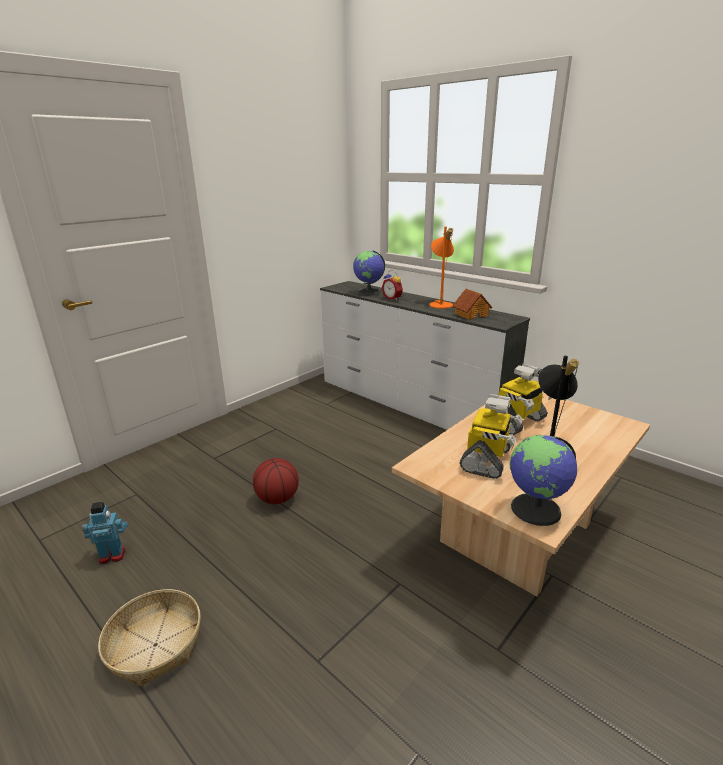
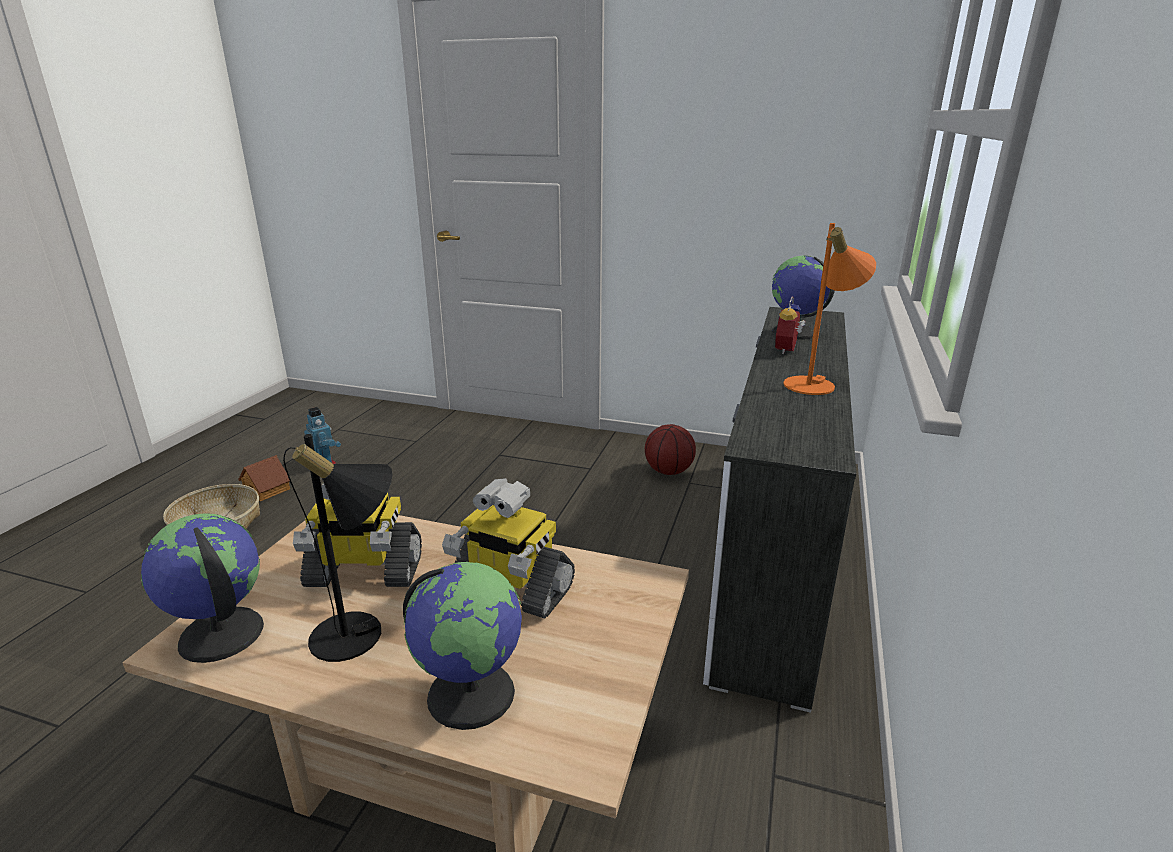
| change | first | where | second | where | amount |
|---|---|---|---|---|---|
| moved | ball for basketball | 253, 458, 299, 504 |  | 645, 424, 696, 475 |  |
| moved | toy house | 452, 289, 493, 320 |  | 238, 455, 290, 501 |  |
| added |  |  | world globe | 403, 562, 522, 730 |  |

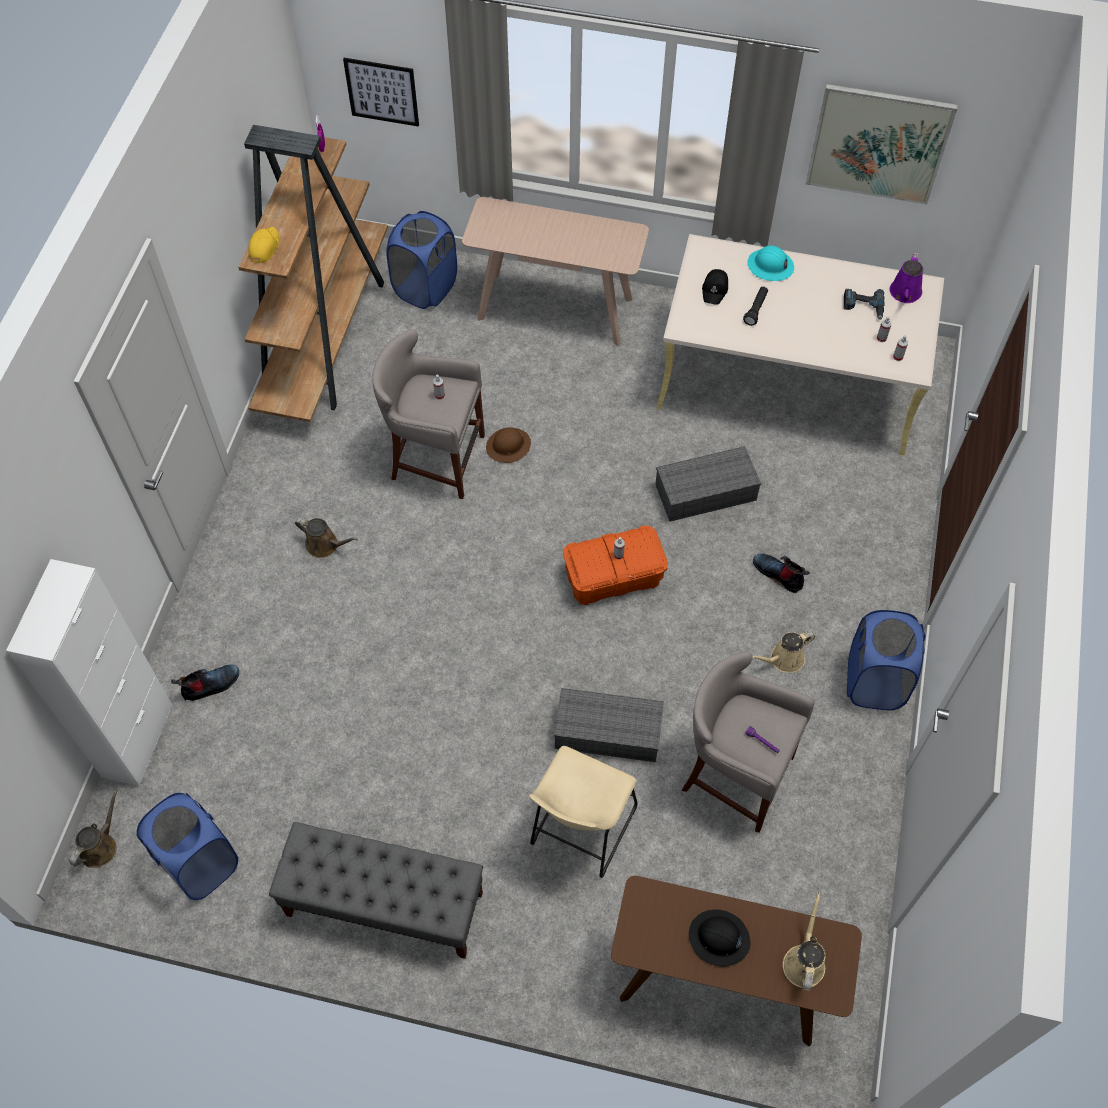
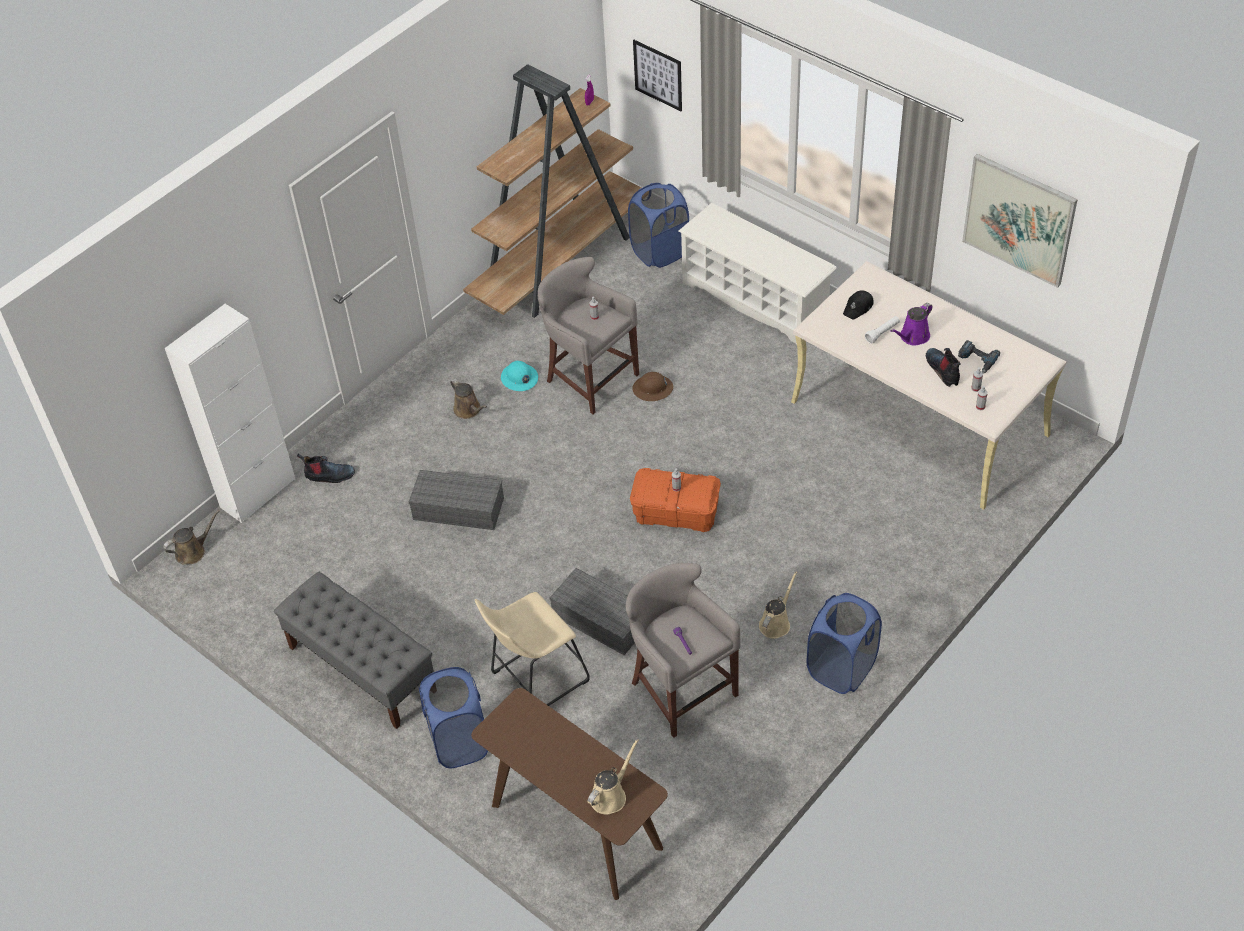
| change | first | where | second | where | amount |
|---|---|---|---|---|---|
| moved | hamper in bluish | 136, 793, 238, 900 |  | 419, 667, 488, 768 |  |
| removed | cap in yellowish | 249, 227, 279, 263 |  |  |  |
| replaced | narrow table in sand-coloured | 462, 197, 649, 346 | shoe rack in white | 679, 203, 837, 345 |  |
| moved | storage bin in grey | 655, 446, 761, 522 |  | 409, 470, 504, 530 |  |
| removed | work helmet in black | 689, 910, 750, 967 |  |  |  |
| recoloured | torch in black | 743, 287, 768, 326 | torch in white | 865, 316, 900, 344 |  |
| moved | work helmet in turquoise | 748, 246, 794, 281 |  | 501, 361, 538, 391 |  |
| turned | watering can in sand-coloured | 752, 631, 815, 673 |  | 759, 571, 797, 639 | 120 degrees clockwise |
| moved | tall boot | 753, 553, 810, 593 |  | 926, 348, 961, 387 |  |
| moved | watering can in purple | 890, 253, 923, 303 |  | 891, 303, 933, 346 |  |

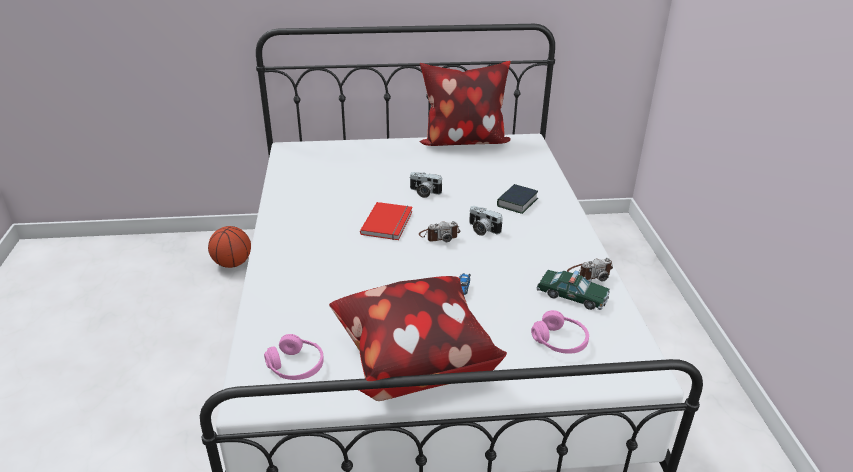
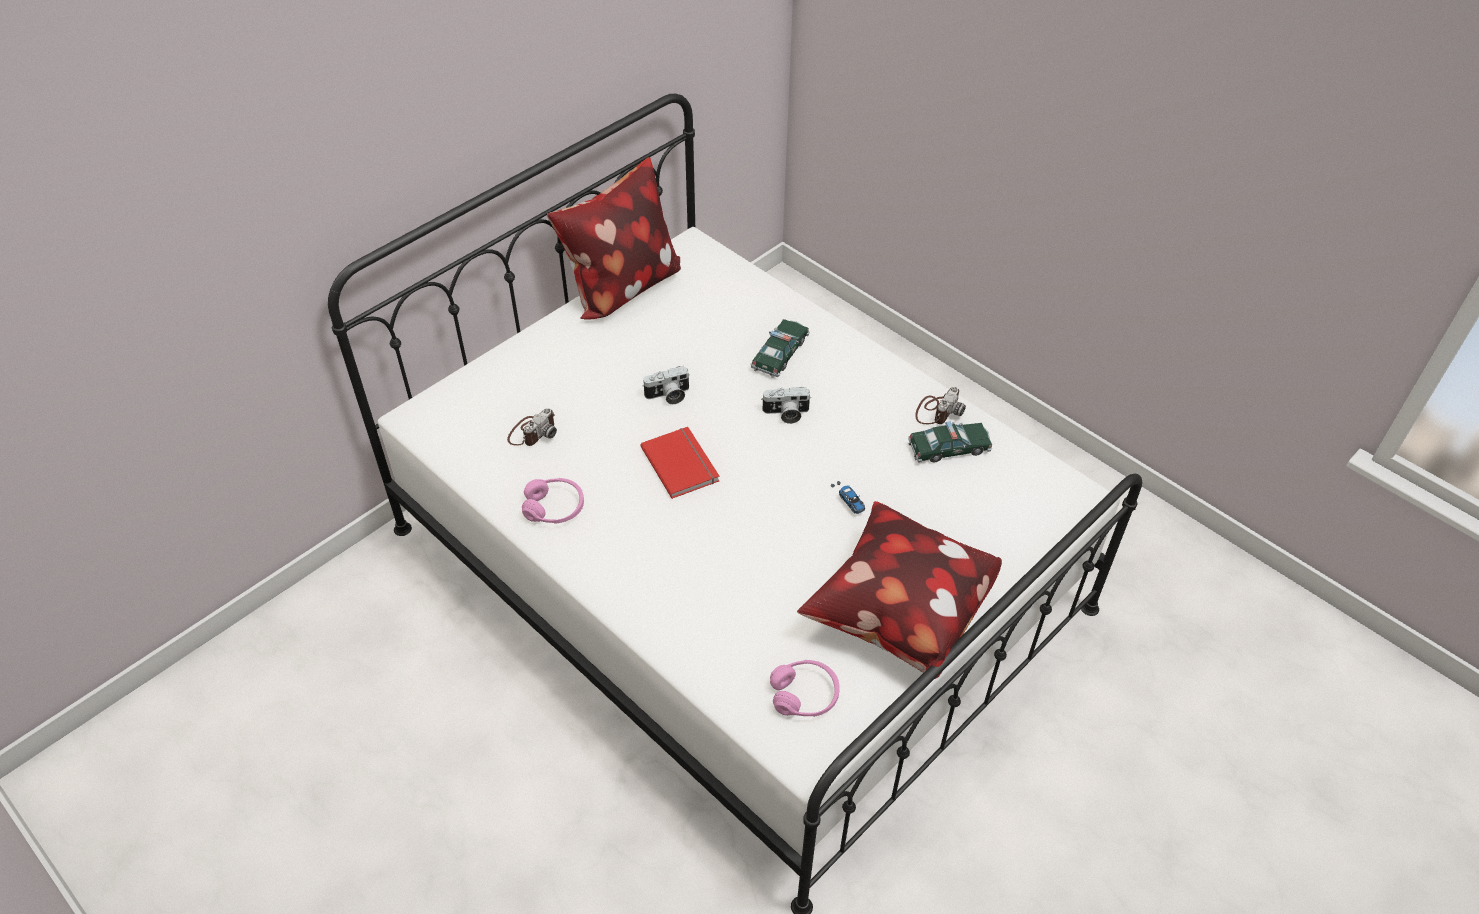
| change | first | where | second | where | amount |
|---|---|---|---|---|---|
| removed | ball for basketball | 208, 226, 251, 268 |  |  |  |
| moved | still camera | 419, 221, 460, 242 |  | 507, 408, 557, 446 |  |
| replaced | book | 497, 184, 538, 214 | miniature car | 750, 319, 810, 378 |  |
| moved | headphones in pinkish | 531, 310, 589, 354 |  | 522, 478, 584, 524 |  |

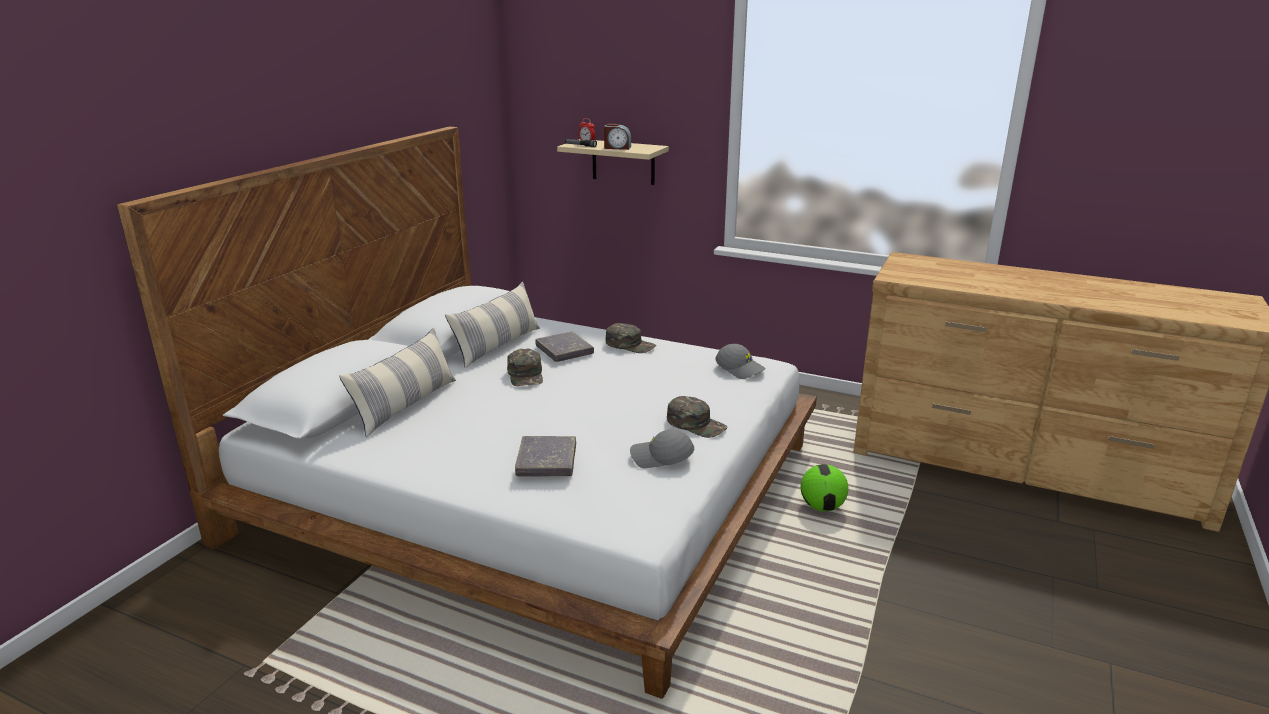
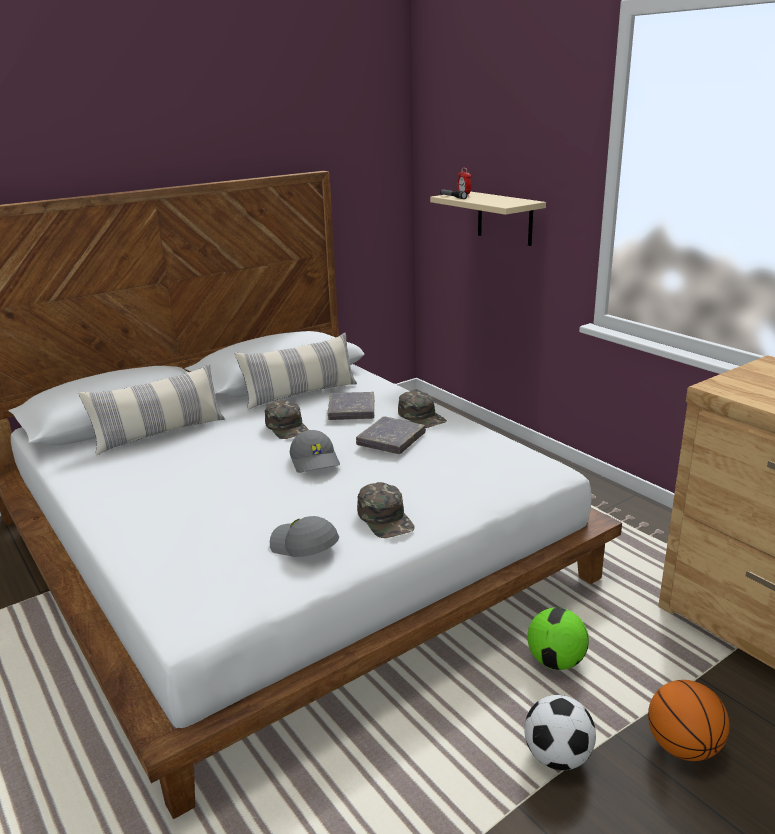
| change | first | where | second | where | amount |
|---|---|---|---|---|---|
| turned | cap in green-coloured | 507, 348, 543, 386 |  | 265, 400, 309, 439 | 45 degrees counterclockwise |
| moved | book in grey | 515, 436, 576, 476 |  | 356, 416, 426, 454 |  |
| removed | alarm clock | 604, 124, 631, 150 |  |  |  |
| moved | cap in grey | 715, 344, 766, 379 |  | 290, 430, 340, 473 |  |
| added |  |  | football ball | 524, 695, 596, 770 |  |
| added |  |  | ball for basketball | 648, 680, 729, 761 |  |

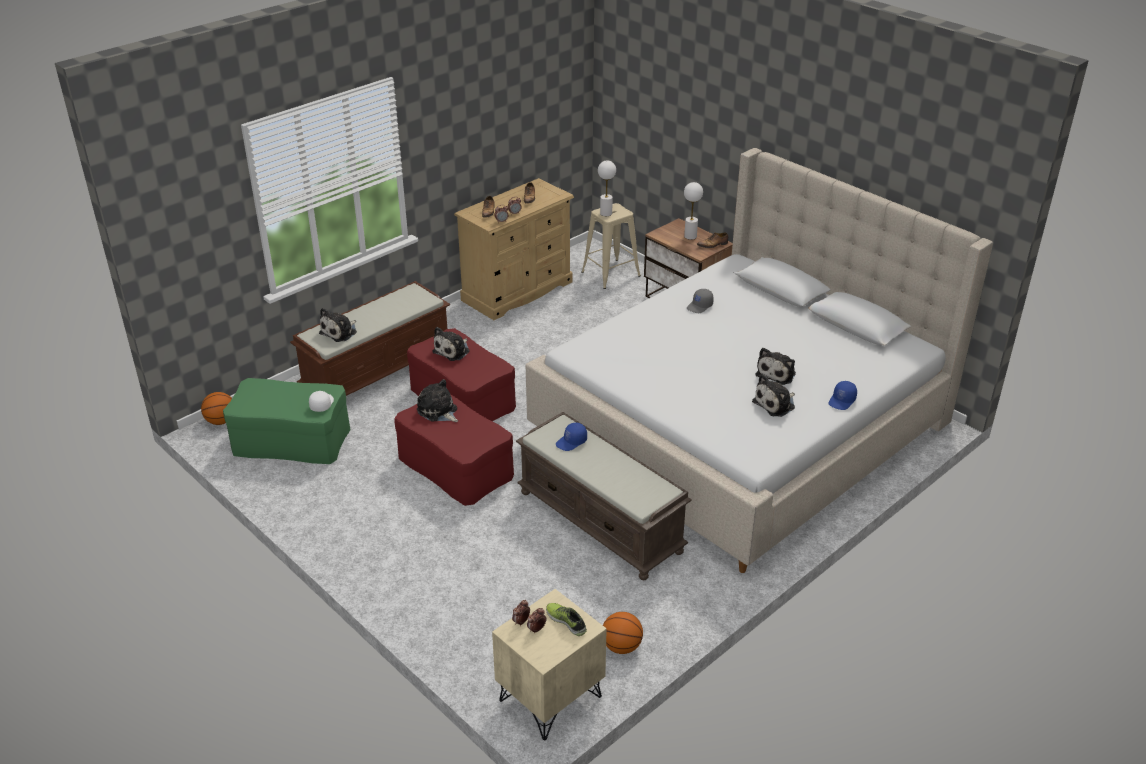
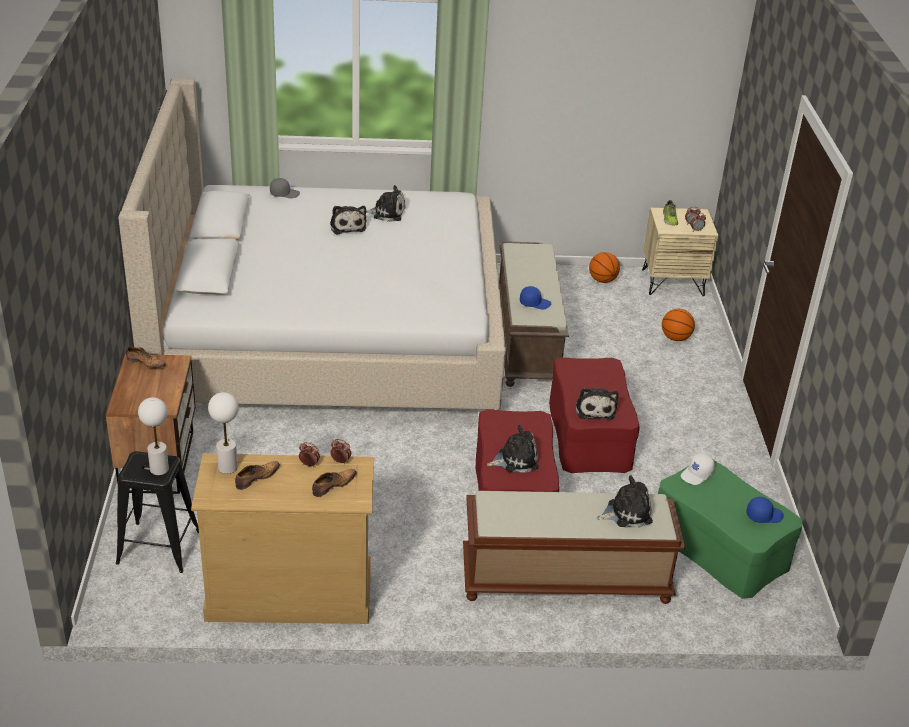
| change | first | where | second | where | amount |
|---|---|---|---|---|---|
| moved | ball for basketball | 201, 392, 232, 425 |  | 662, 309, 695, 341 |  |
| recoloured | stool seat in sand-coloured | 581, 203, 641, 289 | stool seat in black | 116, 451, 199, 573 |  |
| moved | table lamp in white | 684, 182, 703, 240 |  | 208, 392, 239, 474 |  |
| moved | cap in grey | 687, 289, 714, 313 |  | 270, 178, 300, 198 |  |
| turned | plush toy | 756, 348, 796, 385 |  | 330, 206, 366, 235 | 90 degrees clockwise |
| moved | cap in bluish | 828, 381, 857, 410 |  | 746, 497, 784, 523 |  |

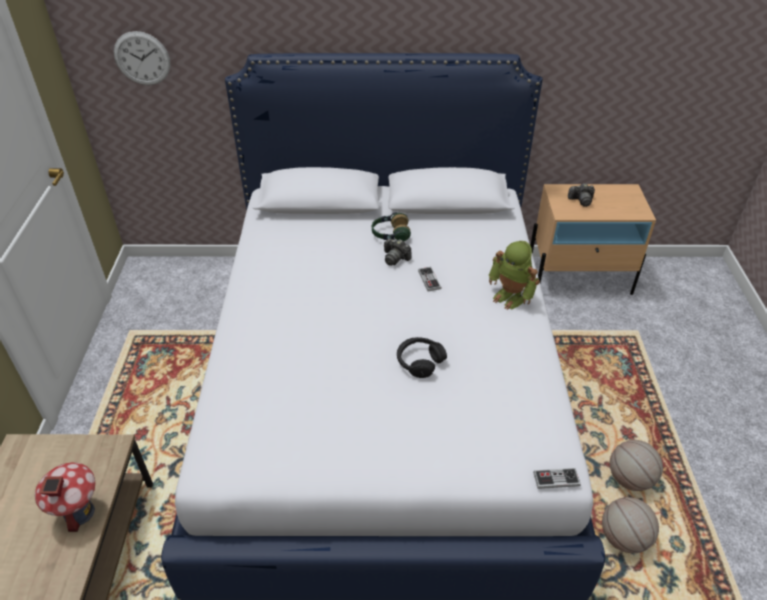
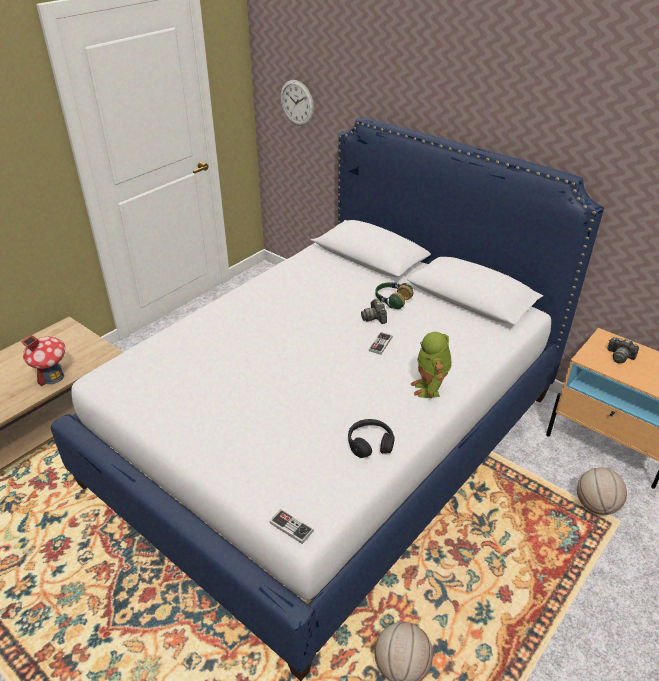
| change | first | where | second | where | amount |
|---|---|---|---|---|---|
| moved | headphones in black | 397, 337, 447, 378 |  | 348, 419, 394, 458 |  |
| moved | ball for basketball | 610, 440, 663, 491 |  | 577, 467, 627, 515 |  |

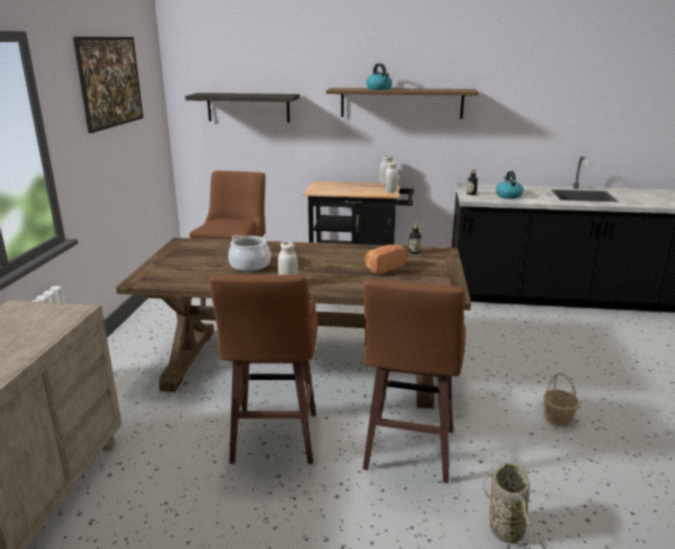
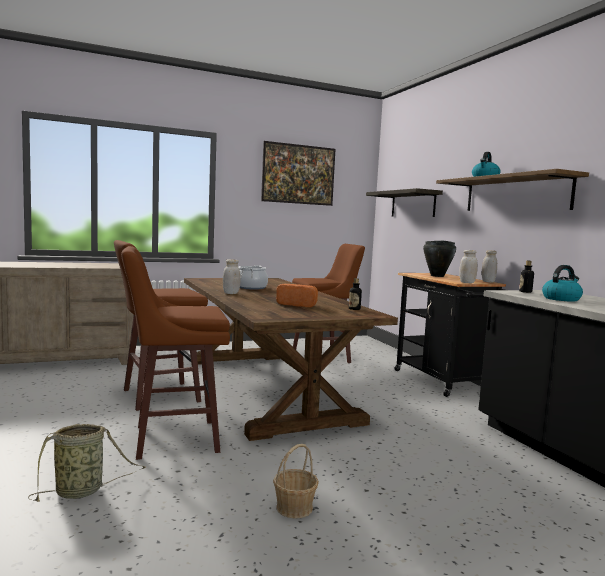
| change | first | where | second | where | amount |
|---|---|---|---|---|---|
| added |  |  | stockpot in black | 423, 241, 456, 277 |  |

